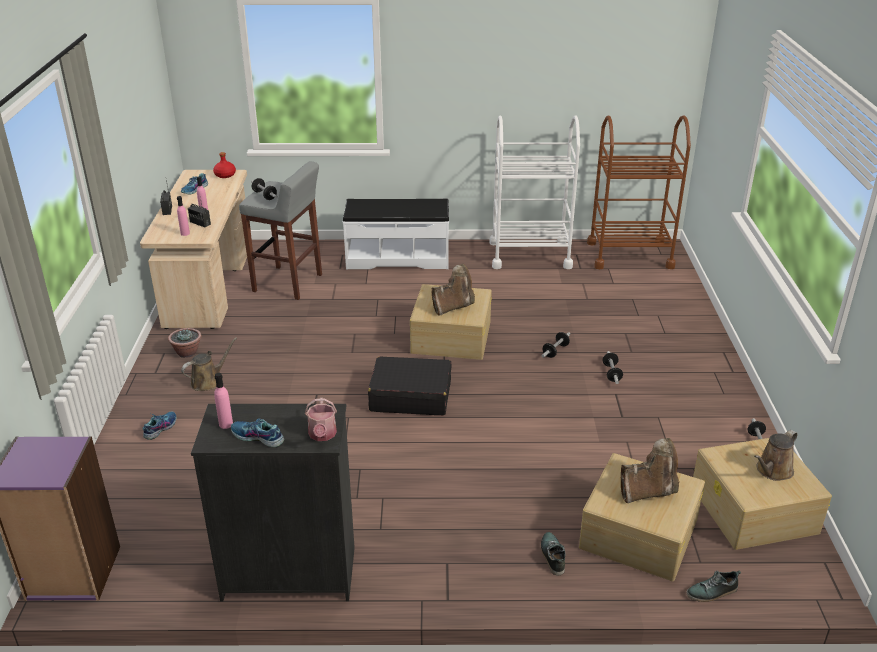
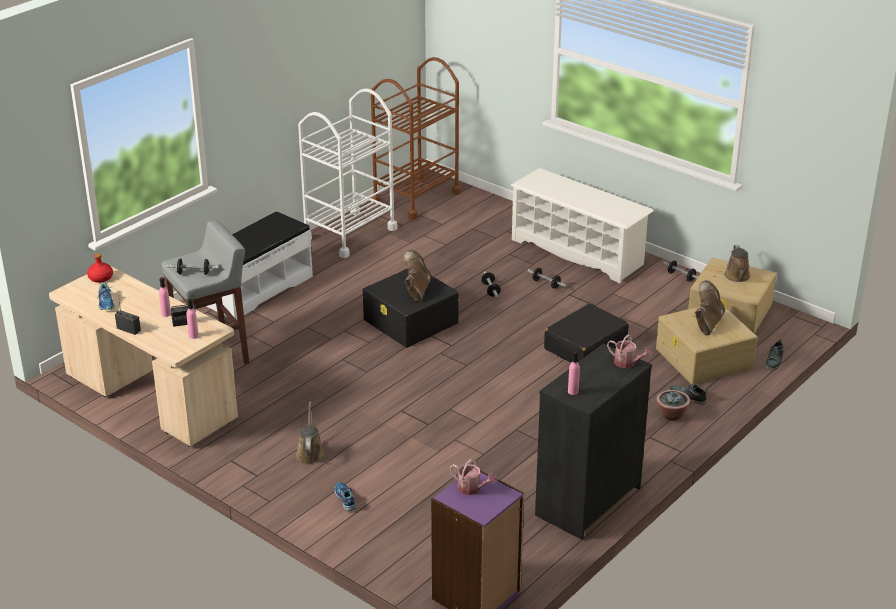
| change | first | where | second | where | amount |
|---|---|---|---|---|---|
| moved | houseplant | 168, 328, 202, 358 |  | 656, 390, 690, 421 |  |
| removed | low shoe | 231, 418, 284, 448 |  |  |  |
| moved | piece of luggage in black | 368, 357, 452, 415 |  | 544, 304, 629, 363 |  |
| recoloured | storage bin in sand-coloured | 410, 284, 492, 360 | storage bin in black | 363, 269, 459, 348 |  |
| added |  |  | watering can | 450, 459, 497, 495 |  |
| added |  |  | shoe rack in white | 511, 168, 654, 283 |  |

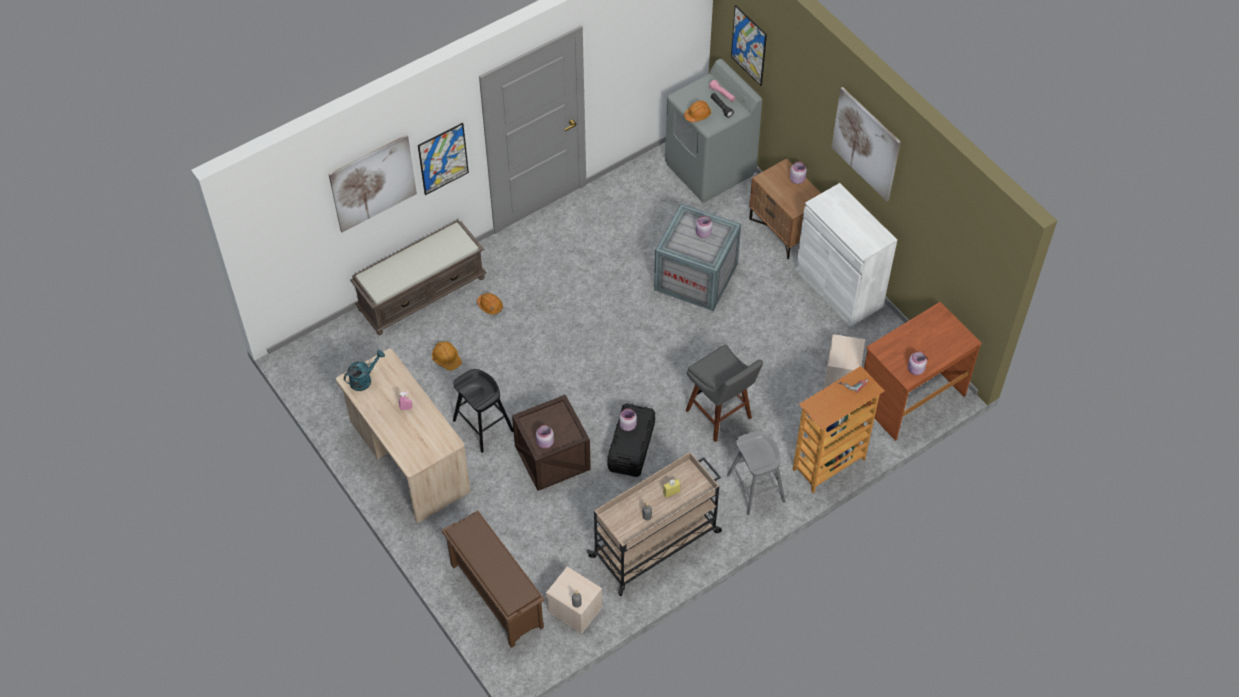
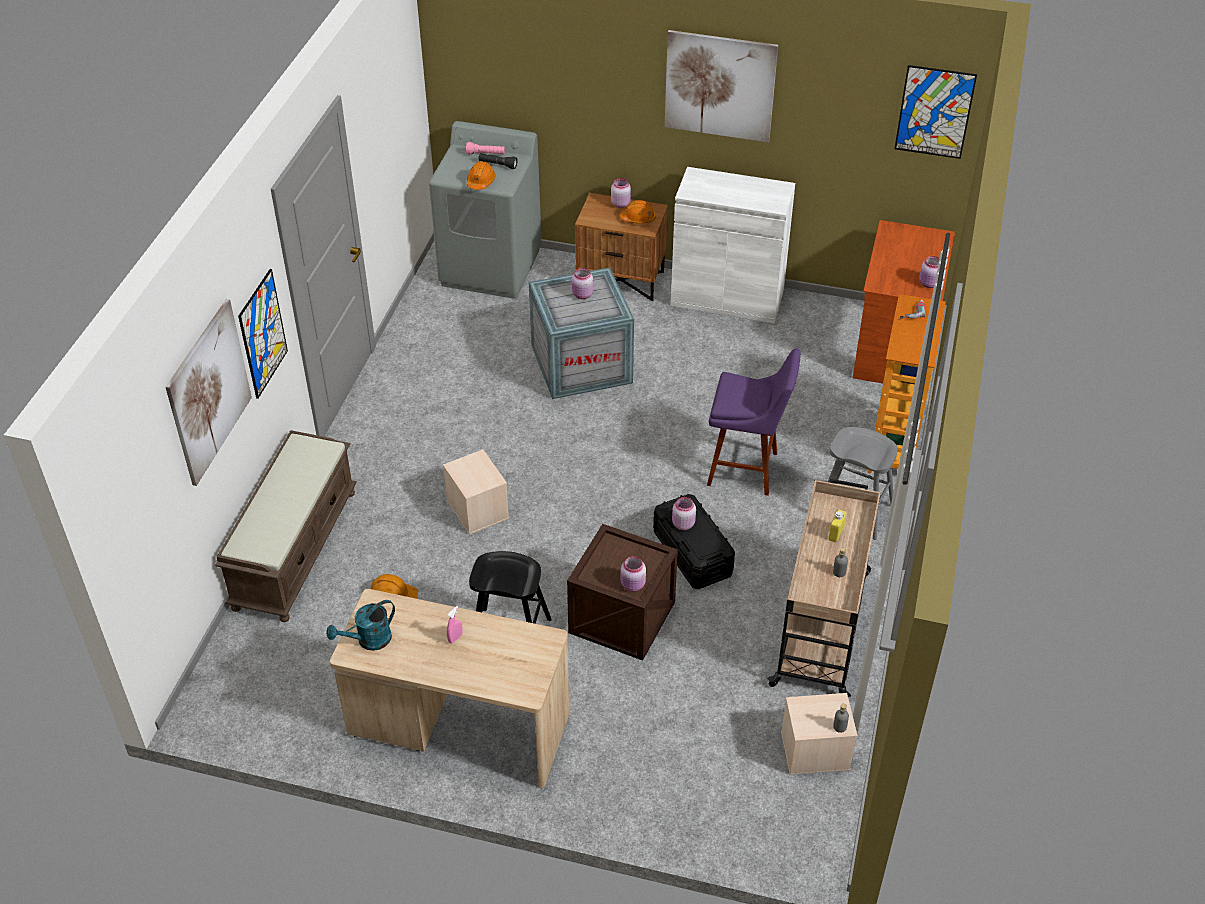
| change | first | where | second | where | amount |
|---|---|---|---|---|---|
| turned | watering can in turquoise | 344, 350, 385, 391 |  | 326, 600, 395, 651 | 135 degrees counterclockwise |
| removed | shoe rack in brownish | 442, 510, 545, 648 |  |  |  |
| moved | work helmet in orange-coloured | 477, 293, 503, 315 |  | 620, 200, 656, 223 |  |
| recoloured | stool seat in grey | 686, 344, 763, 442 | stool seat in purple | 707, 348, 801, 496 |  |
| moved | picture | 731, 5, 767, 86 |  | 895, 65, 977, 159 |  |
| moved | storage bin in sand-coloured | 824, 334, 865, 388 |  | 443, 449, 509, 535 |  |

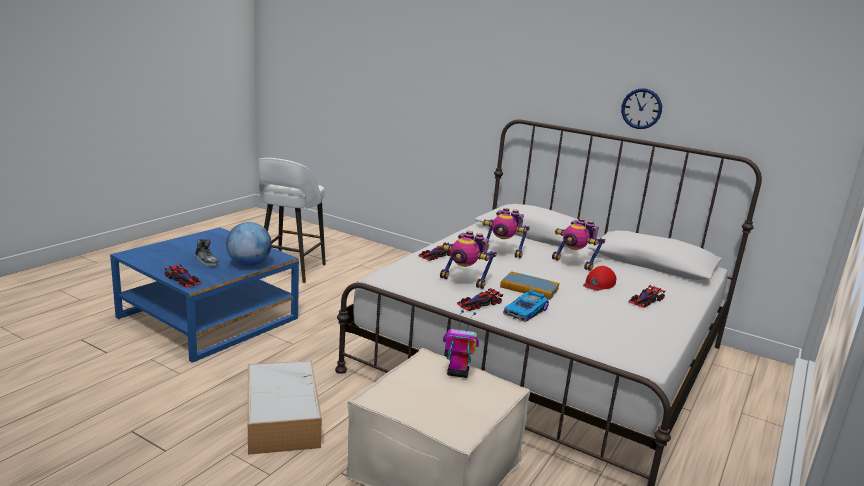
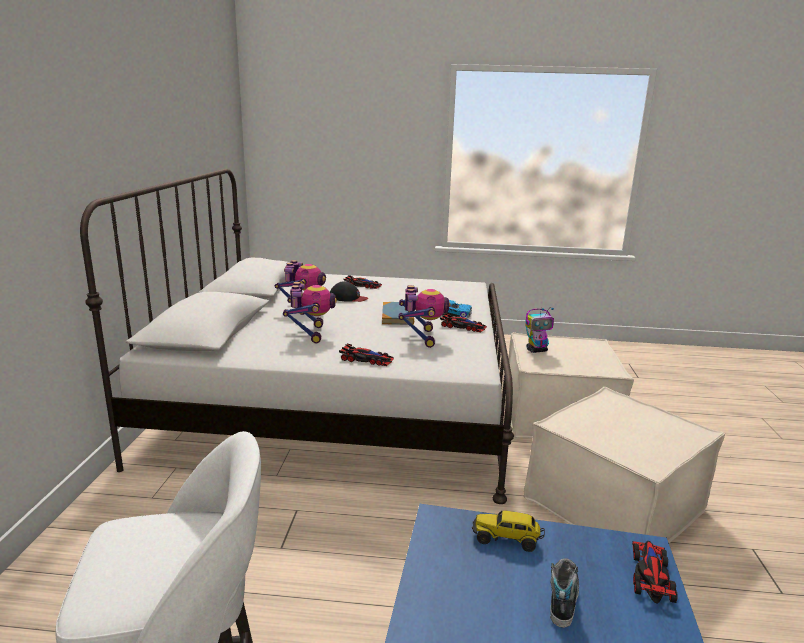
| change | first | where | second | where | amount |
|---|---|---|---|---|---|
| replaced | world globe | 226, 222, 272, 266 | toy lorry | 472, 510, 545, 552 |  |
| replaced | storage bin | 248, 361, 322, 455 | pouffe in sand-coloured | 524, 387, 725, 543 |  |
| turned | model robot | 443, 310, 479, 378 |  | 525, 307, 554, 353 | 90 degrees counterclockwise |
| recoloured | cap in red | 583, 266, 616, 291 | cap in black | 330, 281, 368, 302 |  |
| removed | wall clock | 621, 89, 662, 129 |  |  |  |

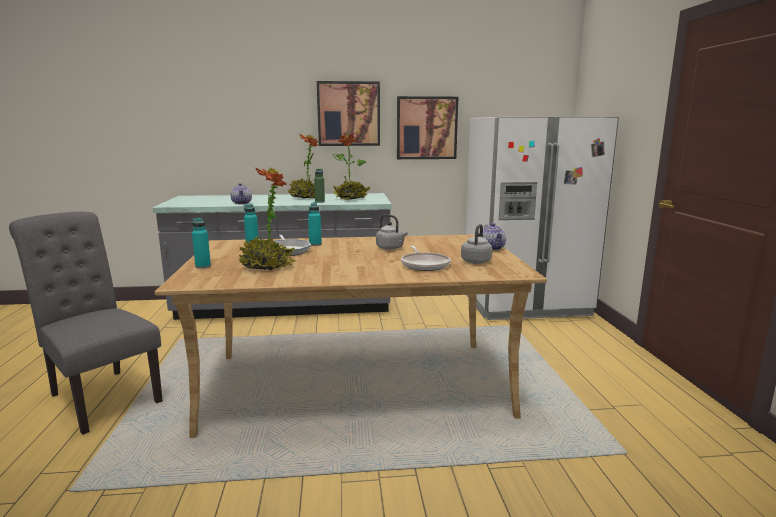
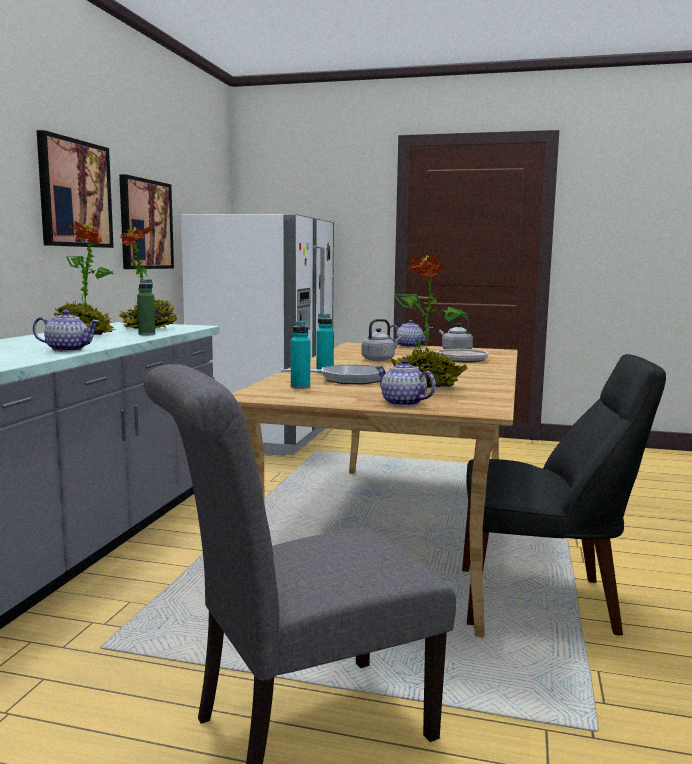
| change | first | where | second | where | amount |
|---|---|---|---|---|---|
| replaced | beverage bottle in turquoise | 192, 218, 211, 269 | tea pot | 375, 359, 436, 406 |  |
| added |  |  | plain chair in black | 462, 354, 666, 635 |  |

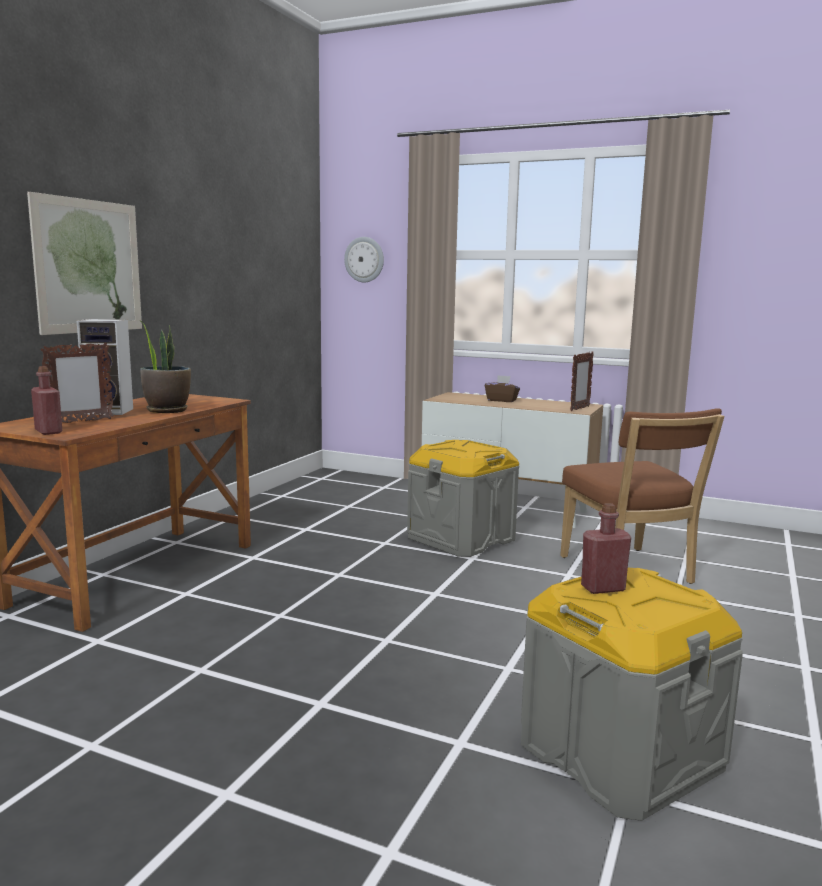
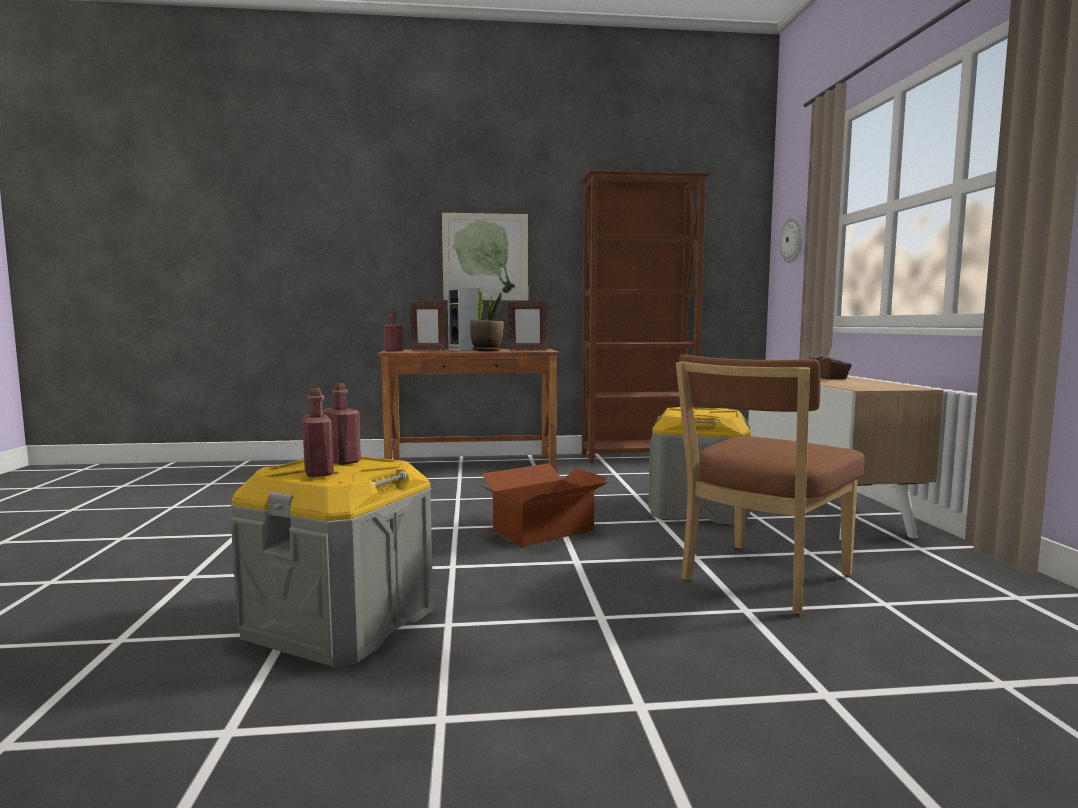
| change | first | where | second | where | amount |
|---|---|---|---|---|---|
| moved | standing frame | 570, 351, 594, 411 |  | 507, 300, 548, 351 |  |
| added |  |  | beverage bottle in red | 302, 388, 334, 477 |  |
| added |  |  | carton | 478, 463, 608, 547 |  |
| added |  |  | bookshelf in brownish | 580, 170, 711, 463 |  |

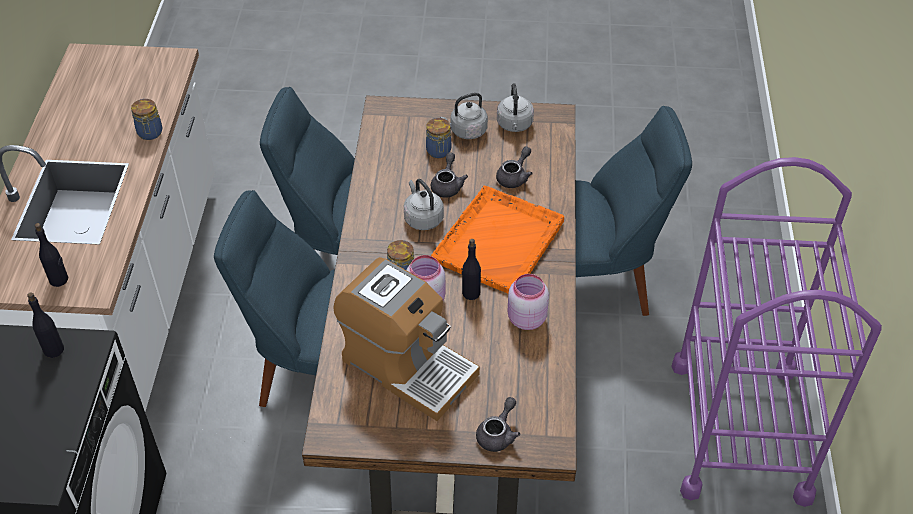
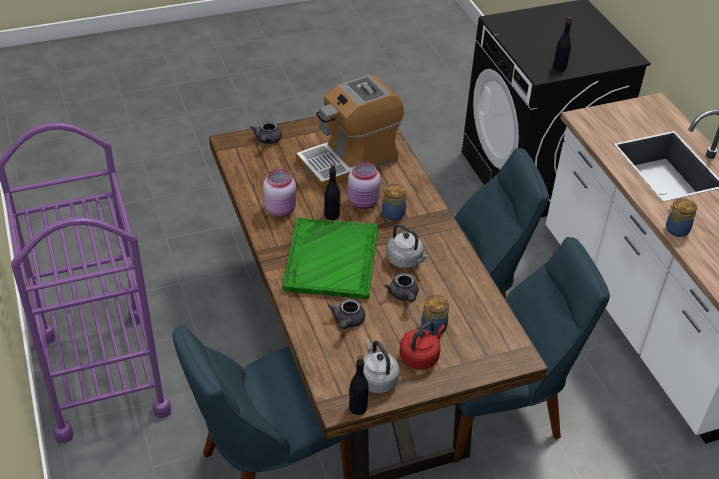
| change | first | where | second | where | amount |
|---|---|---|---|---|---|
| moved | beverage bottle in black | 35, 223, 68, 287 |  | 349, 356, 369, 415 |  |
| turned | coffee brewer | 333, 257, 480, 421 |  | 296, 75, 404, 190 | 45 degrees counterclockwise |
| recoloured | carrying tray in orange-coloured | 431, 186, 564, 294 | carrying tray in green-coloured | 283, 217, 378, 299 |  |
| recoloured | kettle in grey | 440, 92, 488, 139 | kettle in red | 399, 321, 445, 370 |  |

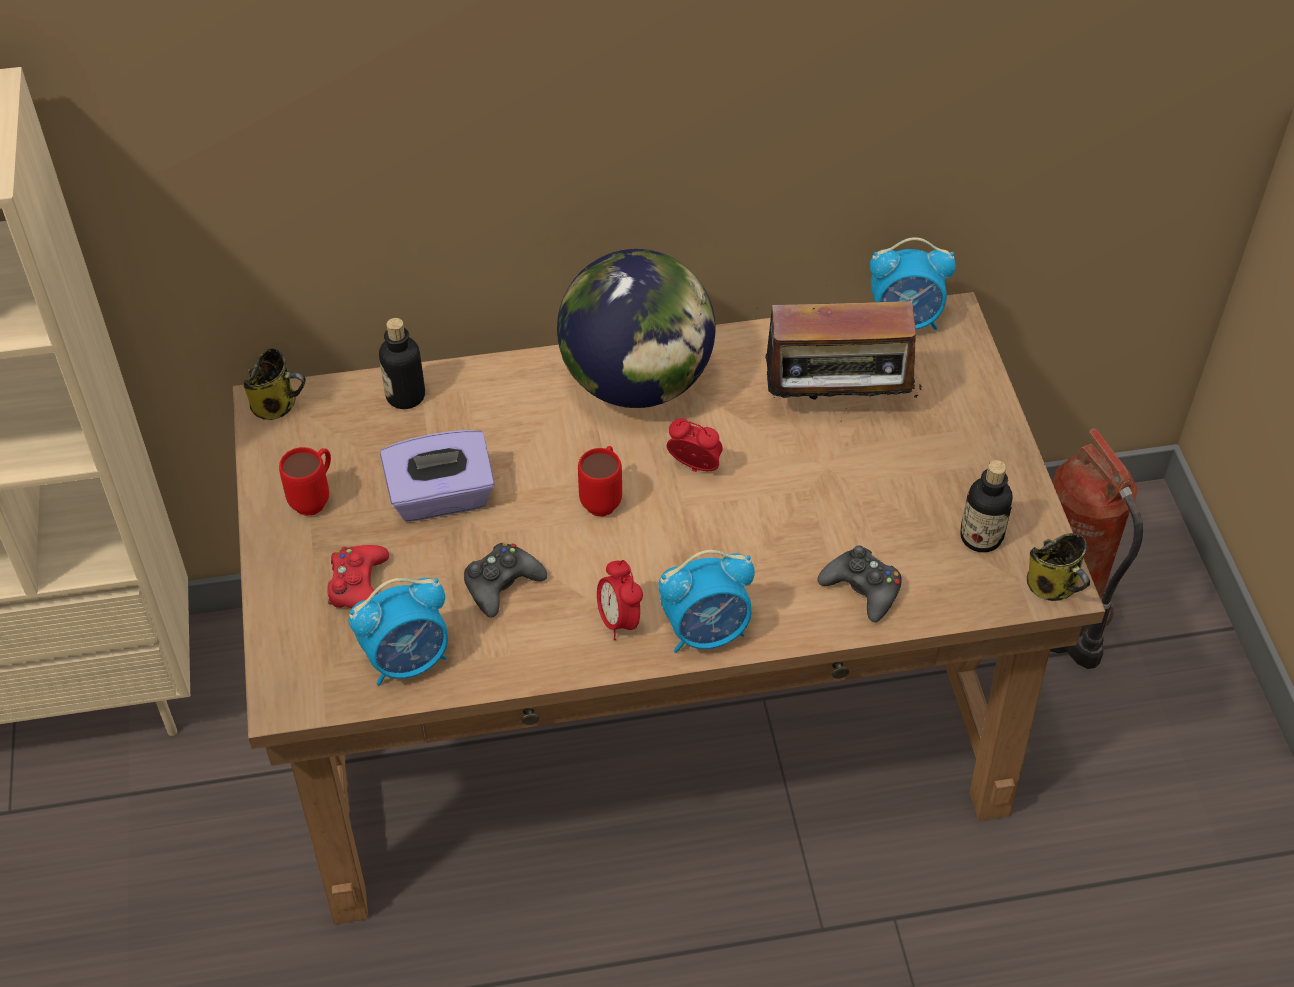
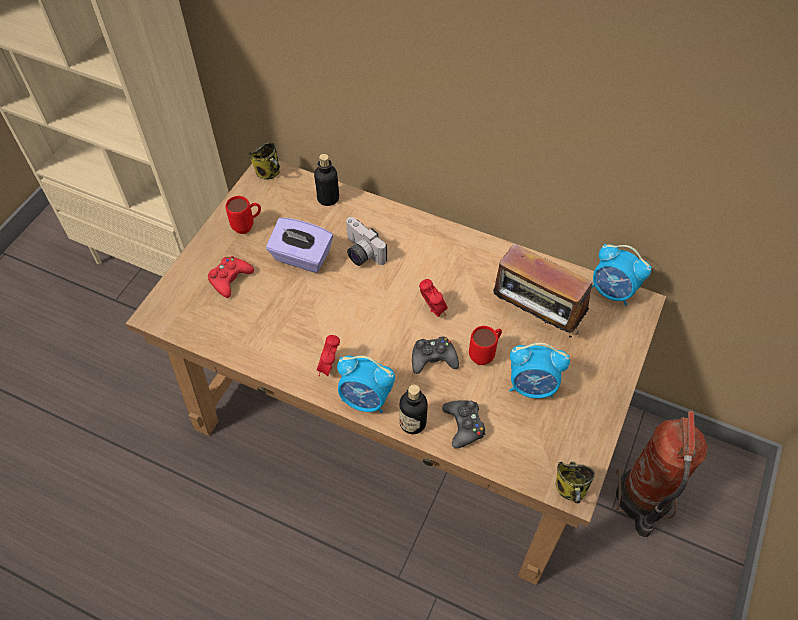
| change | first | where | second | where | amount |
|---|---|---|---|---|---|
| moved | alarm clock | 349, 578, 448, 686 |  | 509, 343, 570, 398 |  |
| moved | game controller in black | 464, 543, 547, 618 |  | 412, 337, 459, 374 |  |
| removed | world globe | 557, 249, 715, 408 |  |  |  |
| moved | coffee mug in red | 578, 446, 622, 516 |  | 469, 326, 502, 365 |  |
| moved | beverage bottle | 961, 460, 1013, 553 |  | 399, 385, 428, 434 |  |
| added |  |  | still camera | 345, 217, 387, 266 |  |

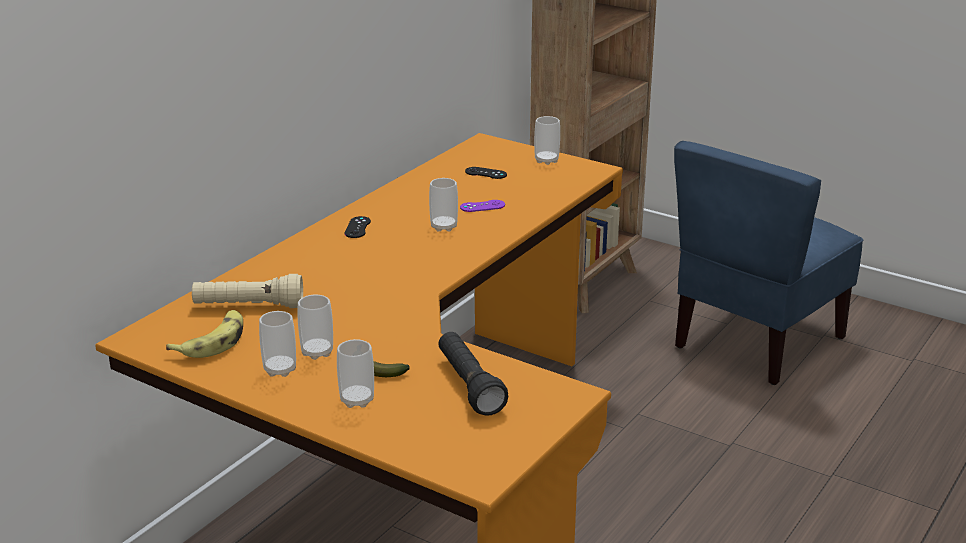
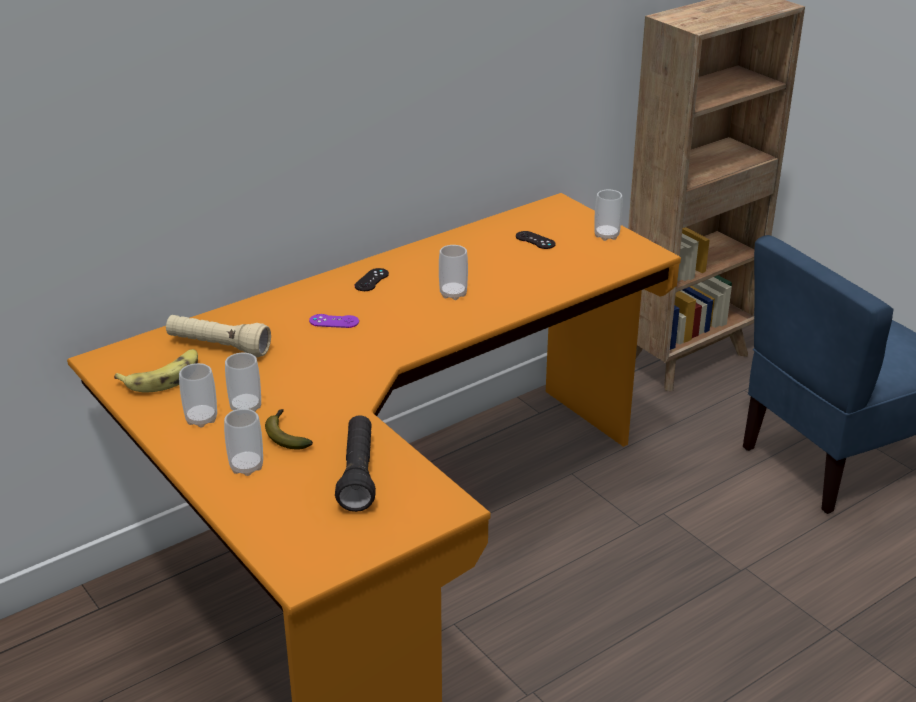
| change | first | where | second | where | amount |
|---|---|---|---|---|---|
| moved | game controller in purple | 460, 200, 505, 212 |  | 309, 314, 359, 328 |  |

